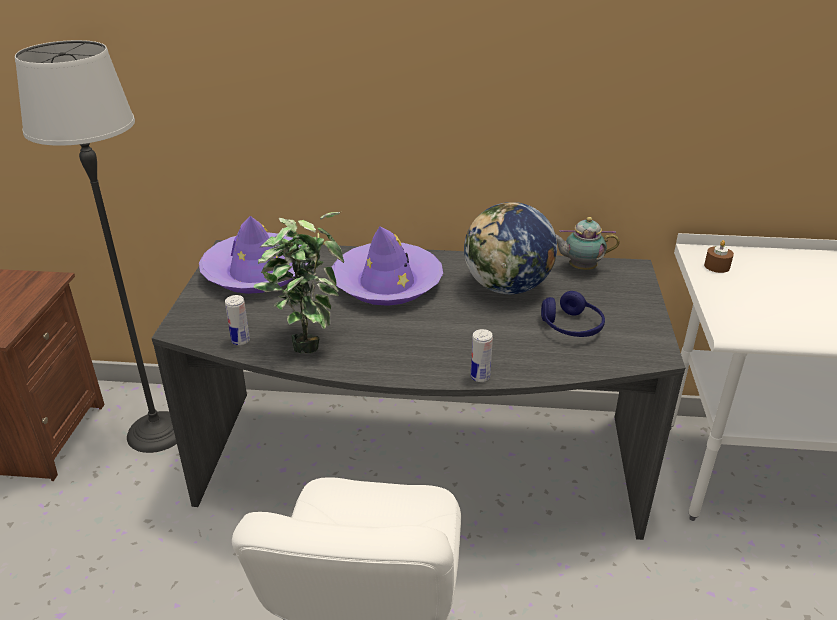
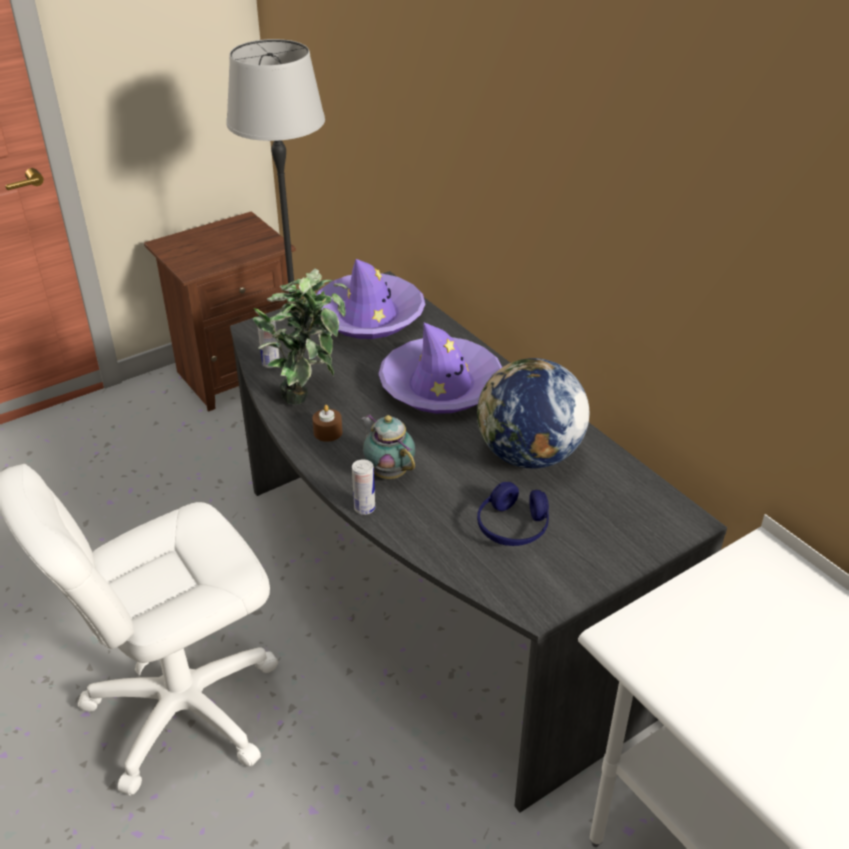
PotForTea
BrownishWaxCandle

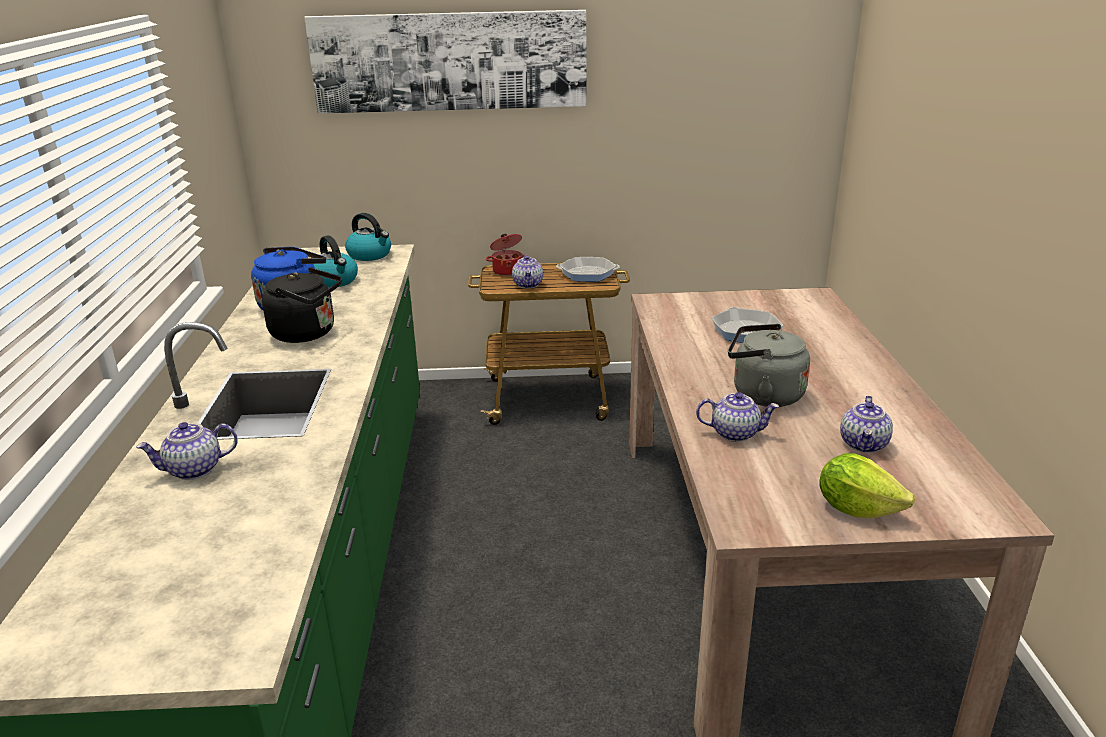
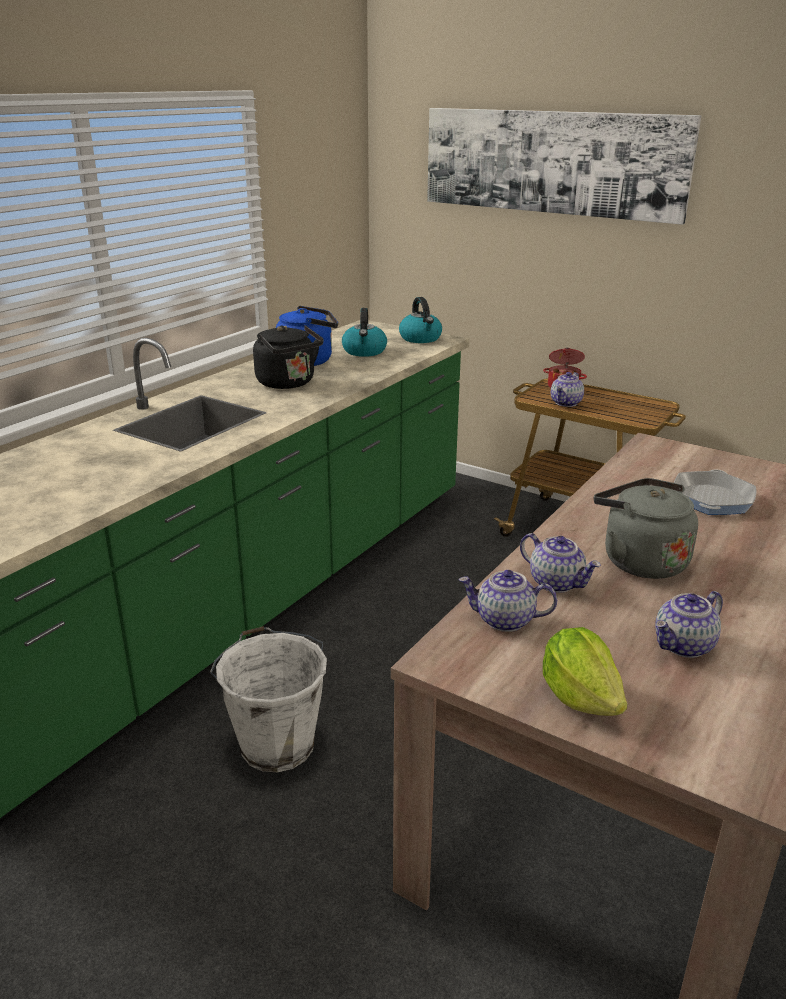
FryingPan (1st from left in the first image)
PotForTea (1st from left)
WhitishWaterBucket

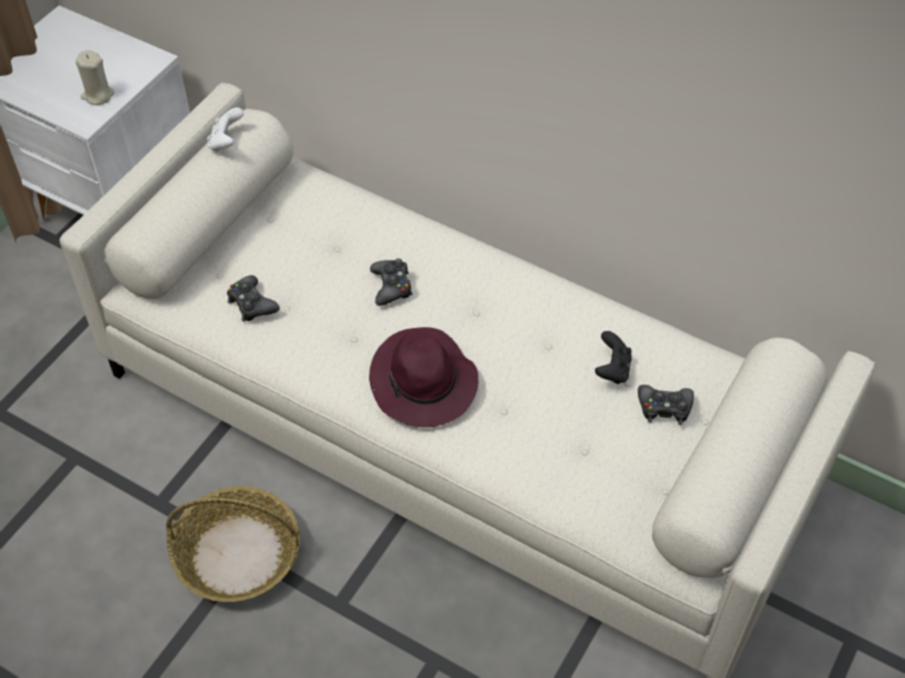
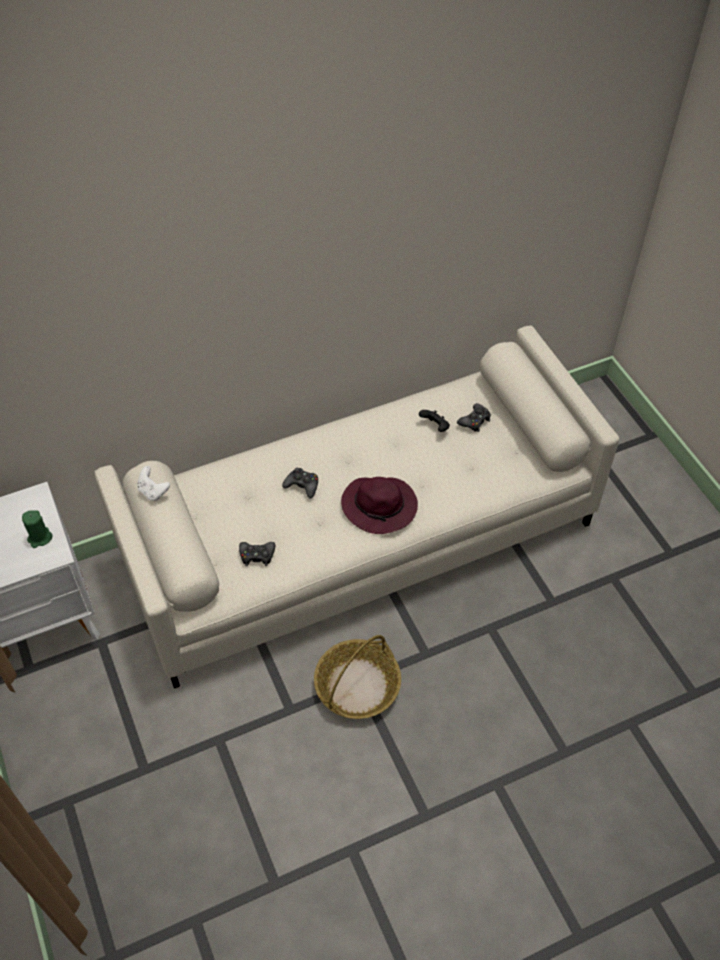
GreenWaxCandle

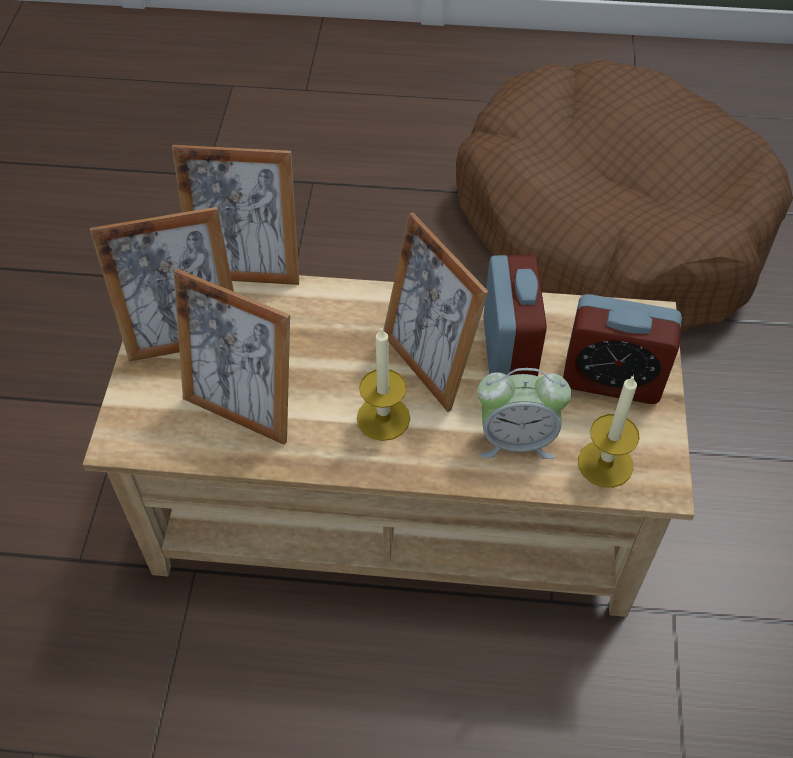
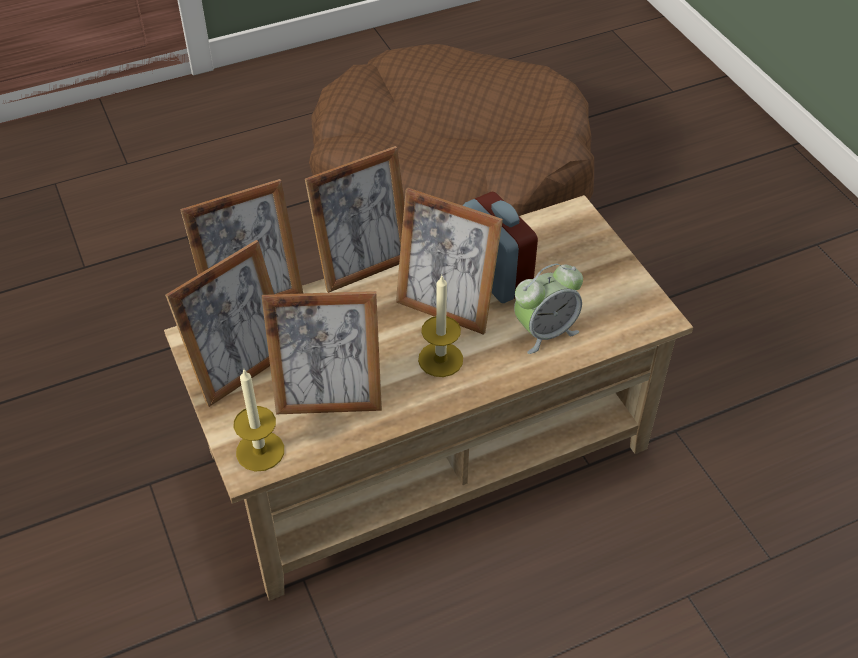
BedsideClock (3rd from left in the first image)
WaxCandle (1st from left)
PictureFrame (4th from left)

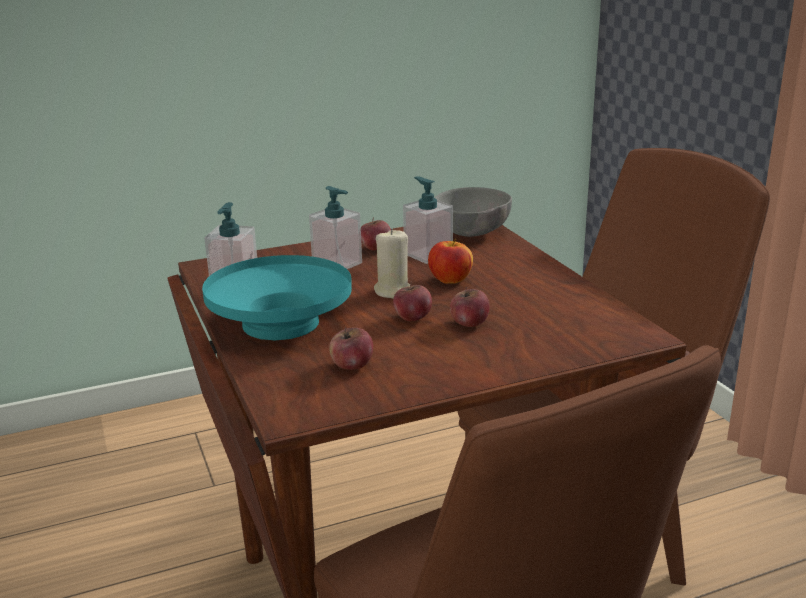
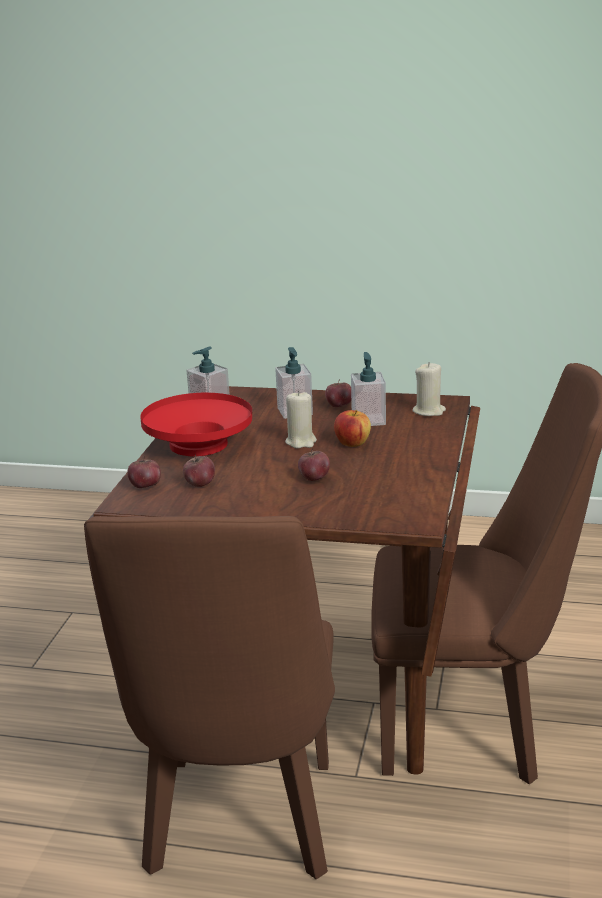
BeigeWaxCandle (2nd from left)
RedColouredDeepDish
Apple (1st from left)

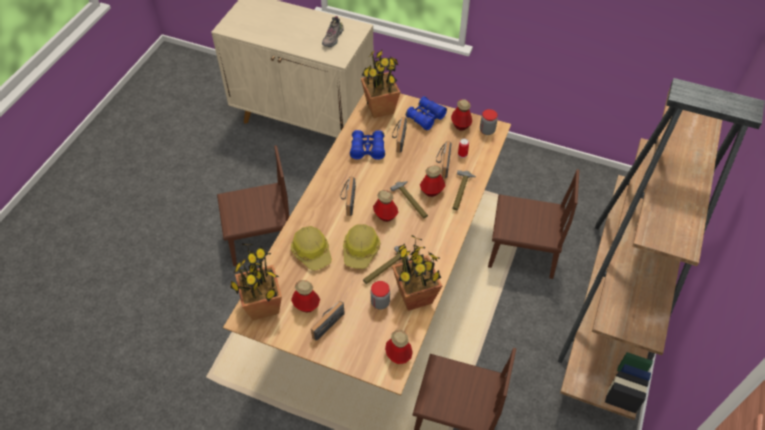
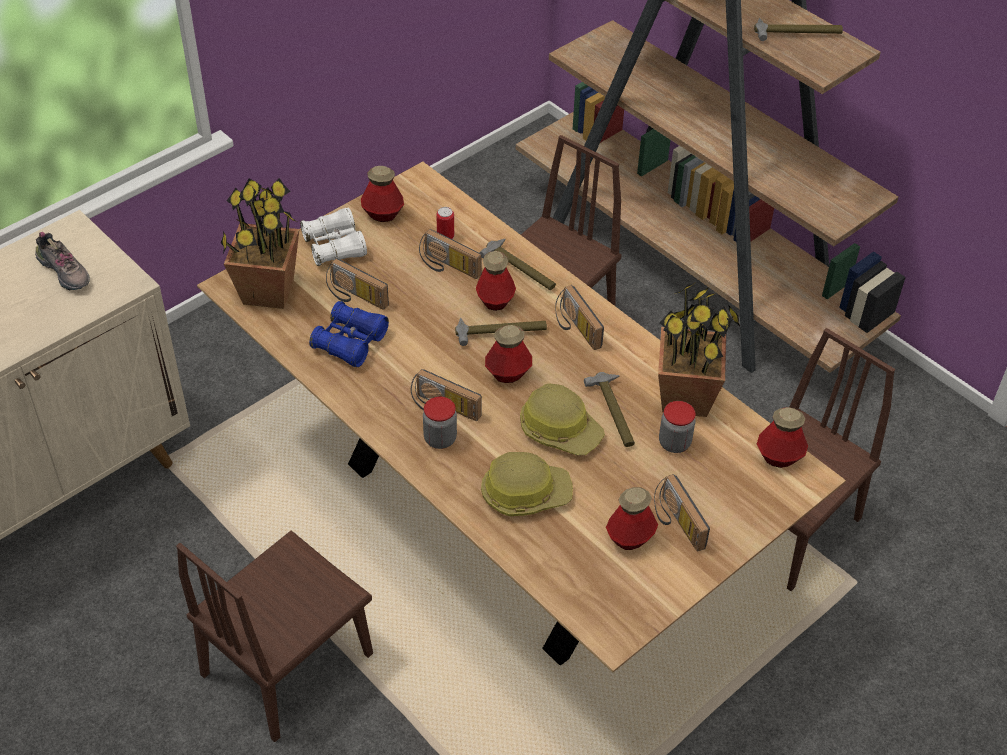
WhitishBinoculars
StorageJar (1st from left)
BrownishPlainChair (1st from left)
Houseplant (1st from left in the first image)
ToolHammer (4th from left)
Radio (4th from left)

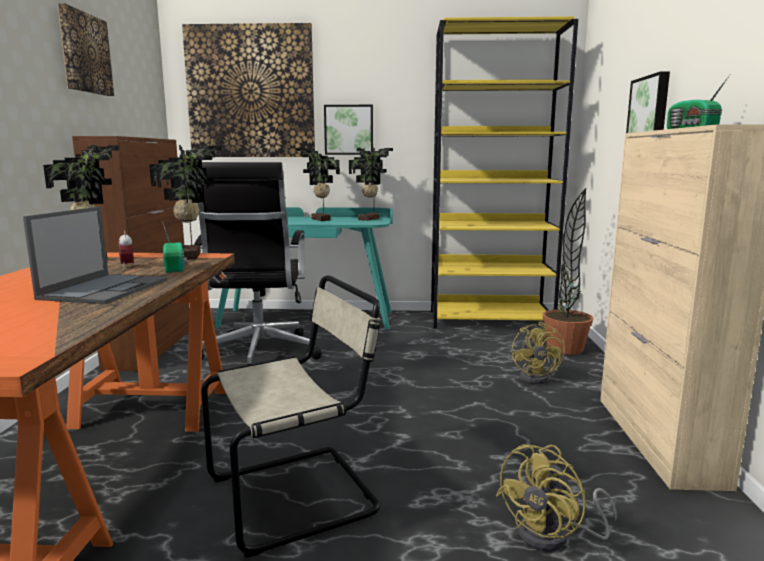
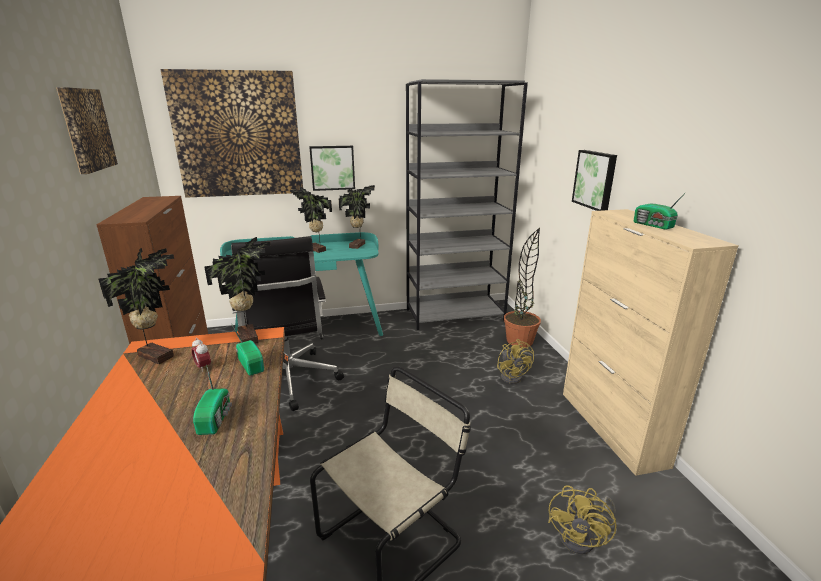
GrayBookcase
Radio (1st from left)

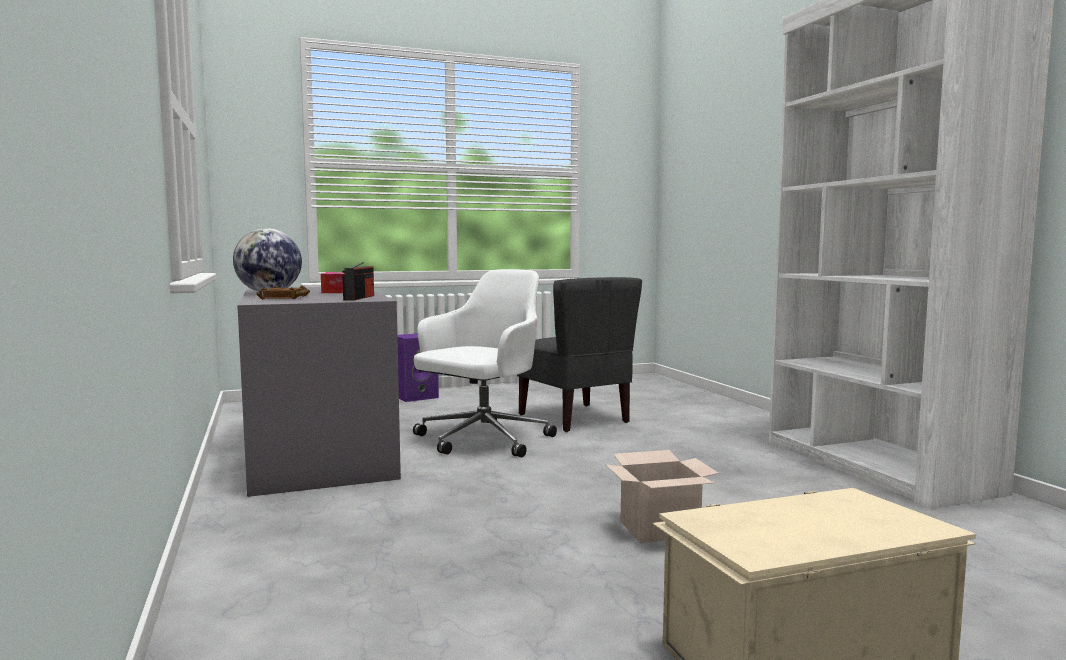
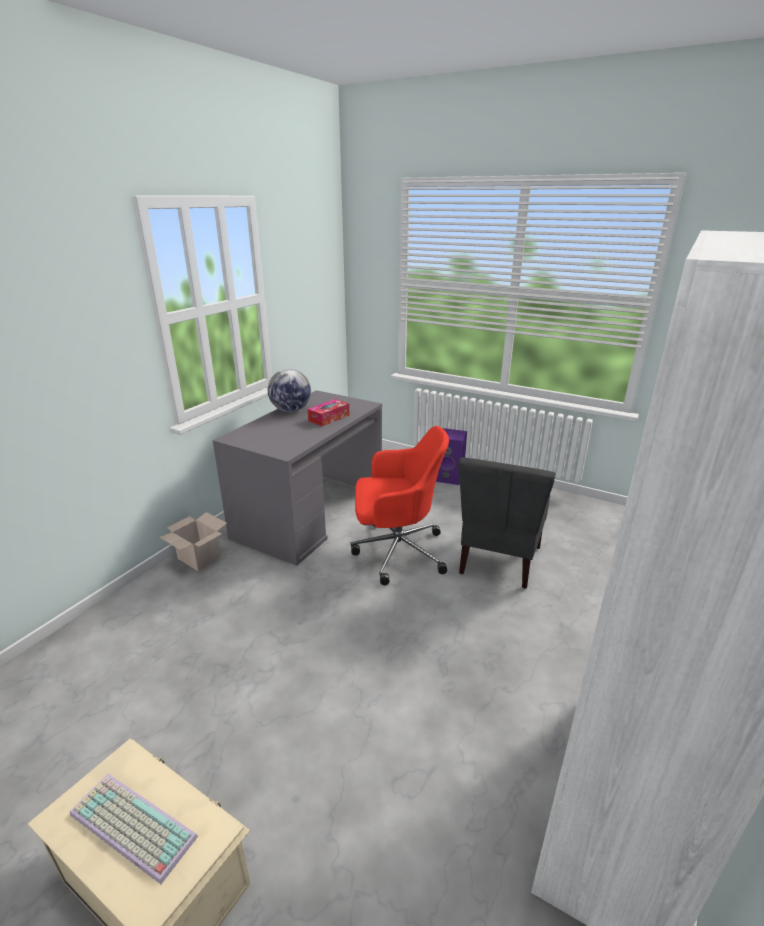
Radio
RedColouredOfficeChair
BrownishBoundBook
Carton
PcKeyboard

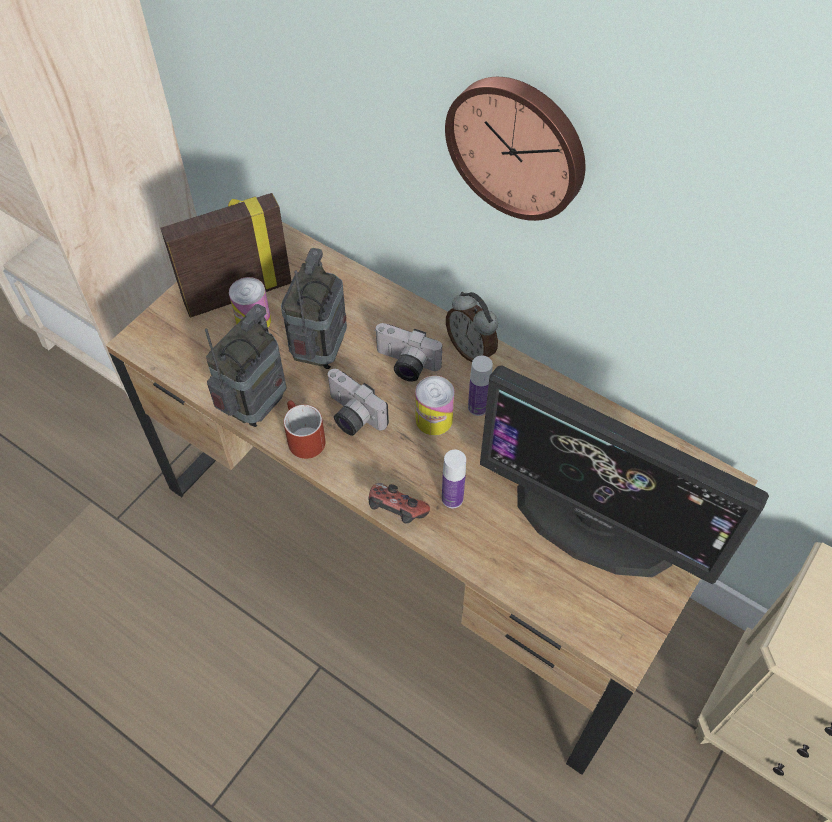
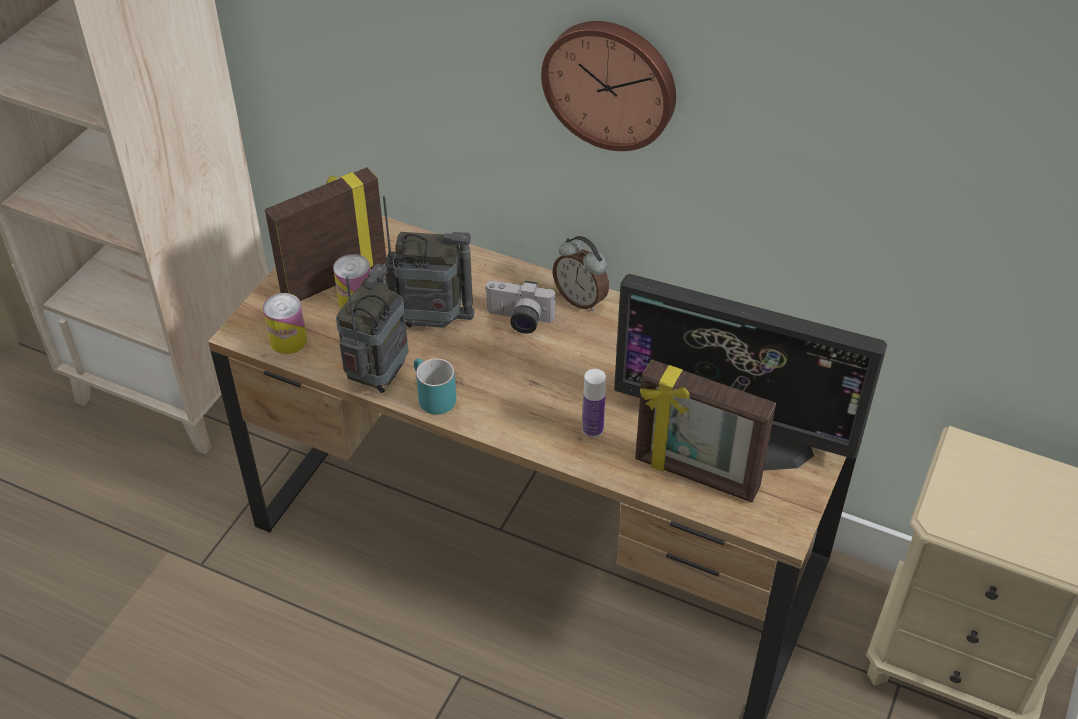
Radio (2nd from left)
Bottle (2nd from left in the first image)
StillCamera (1st from left in the first image)
SealedCan (1st from left)
TurquoiseColouredTeaMug
Gamepad
PictureFrame (2nd from left)

